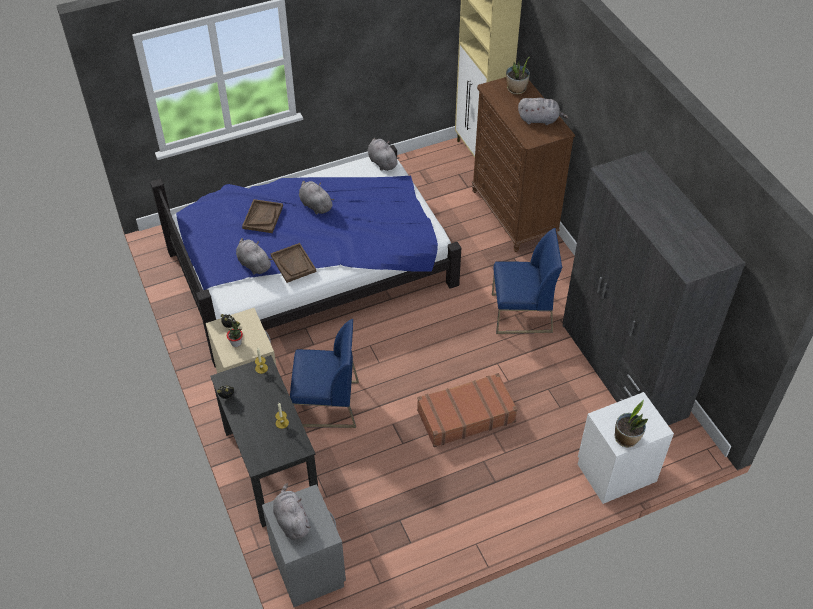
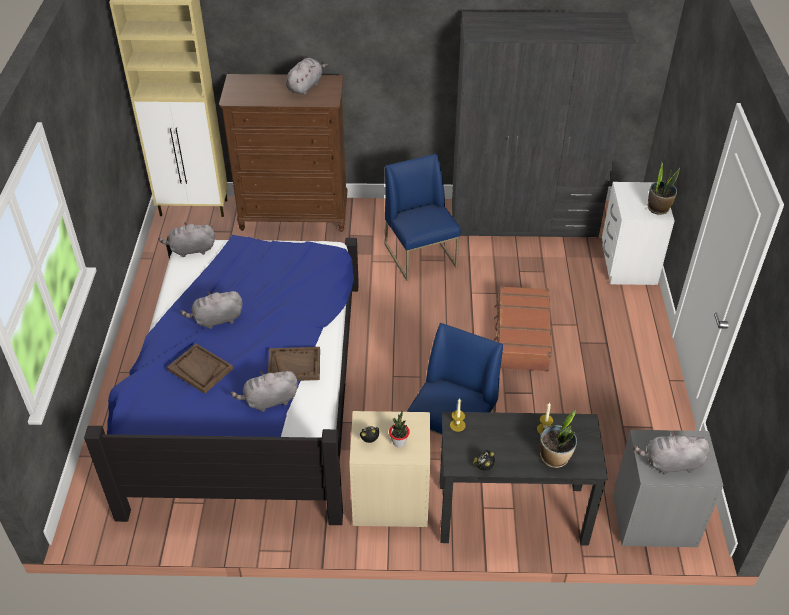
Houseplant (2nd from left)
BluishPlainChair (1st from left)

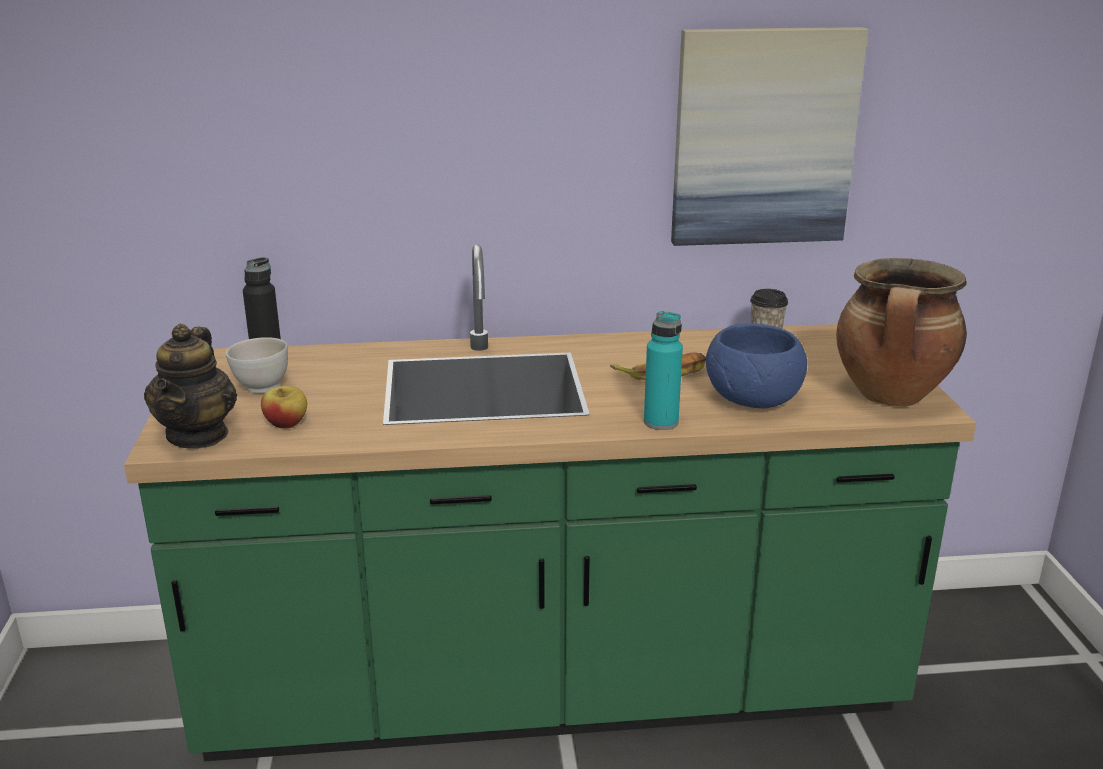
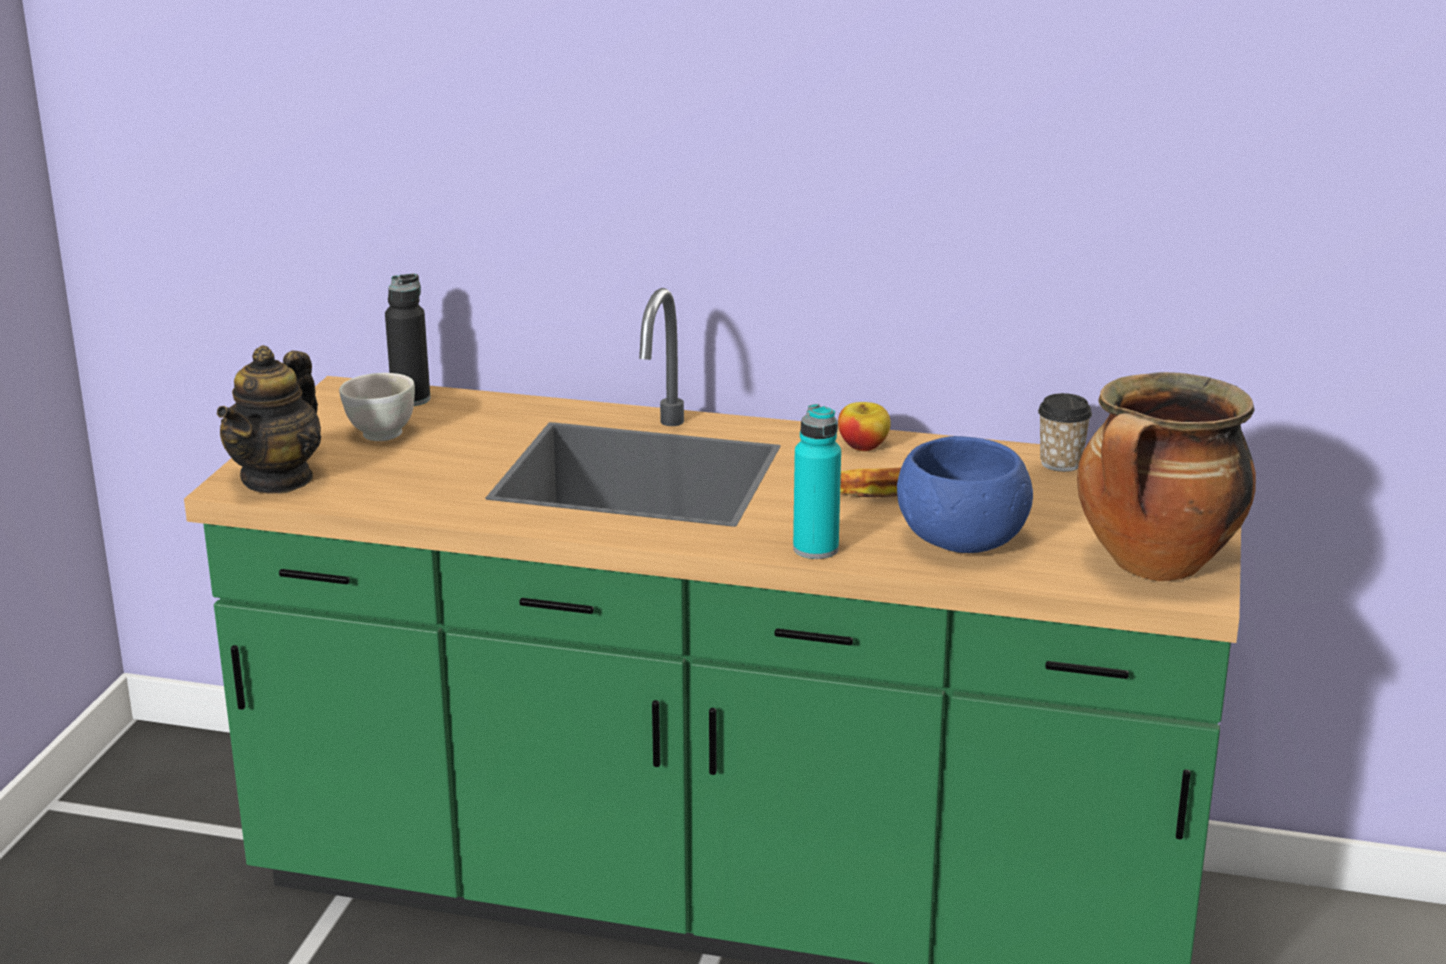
Picture
Apple

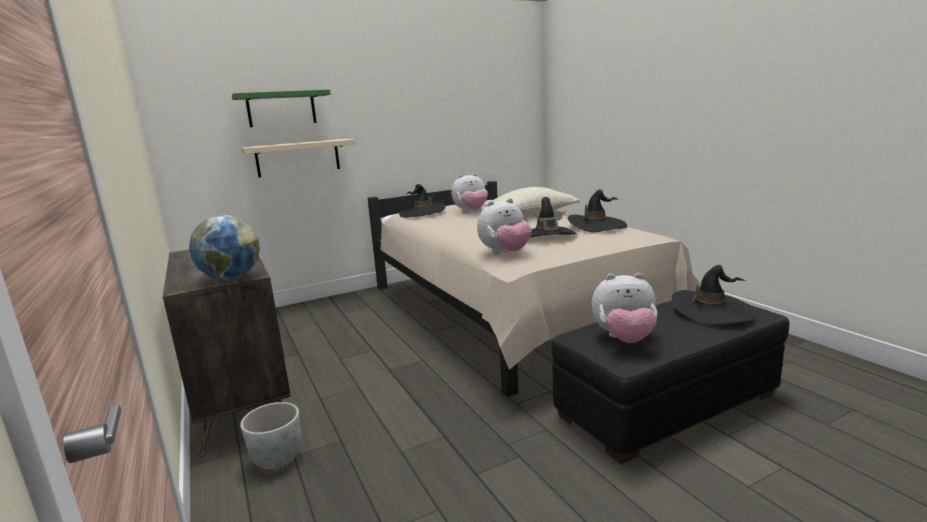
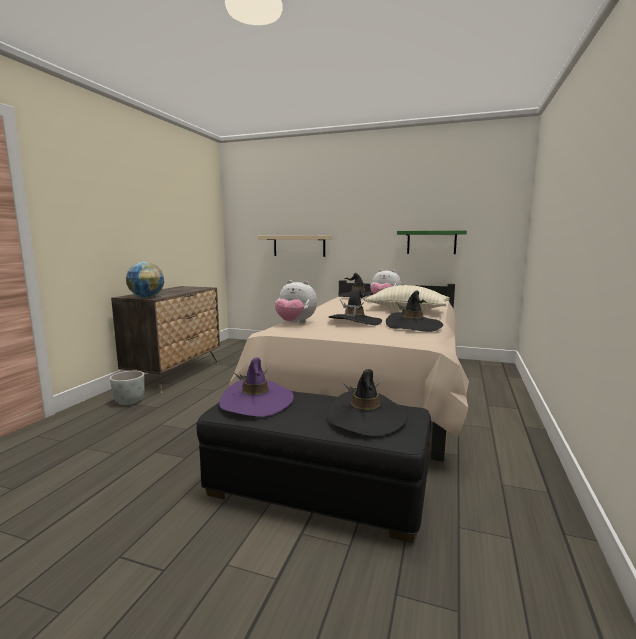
GreenWallShelf
PurpleColouredWearableHat

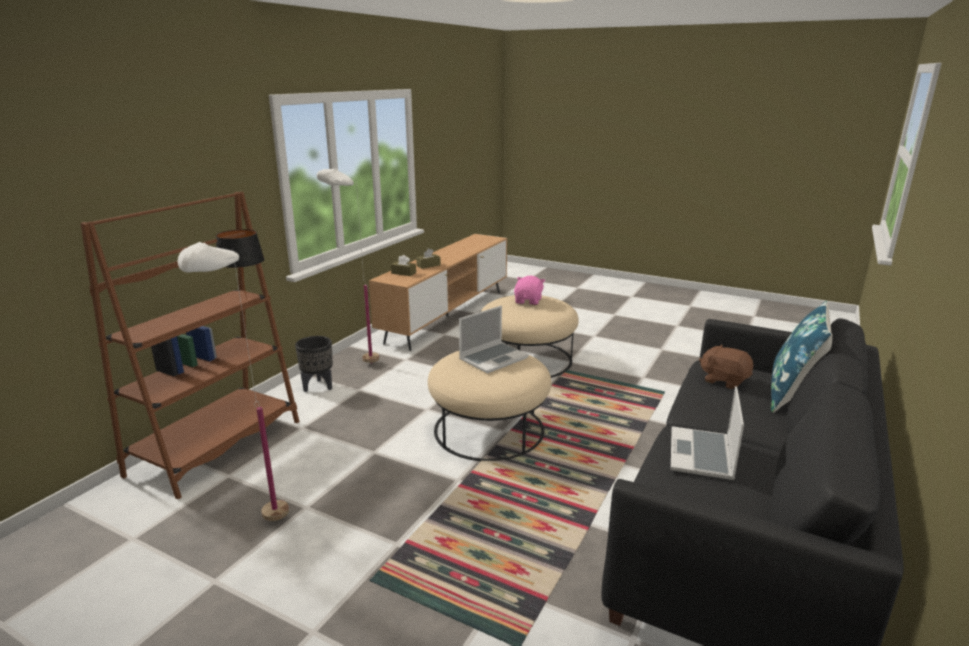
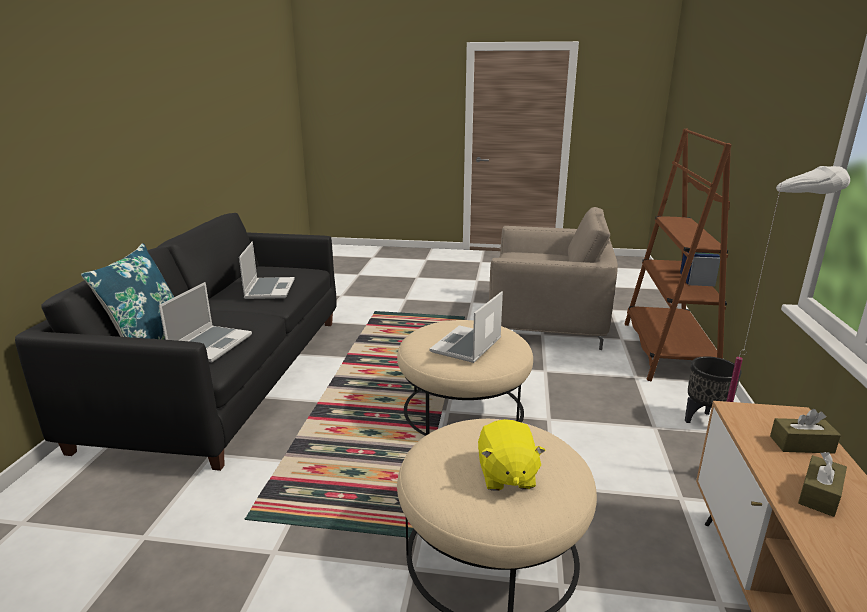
BlackColouredTabletopLamp
BeigeEasyChair
YellowColouredCuddlyToy
NotebookComputer (1st from left)

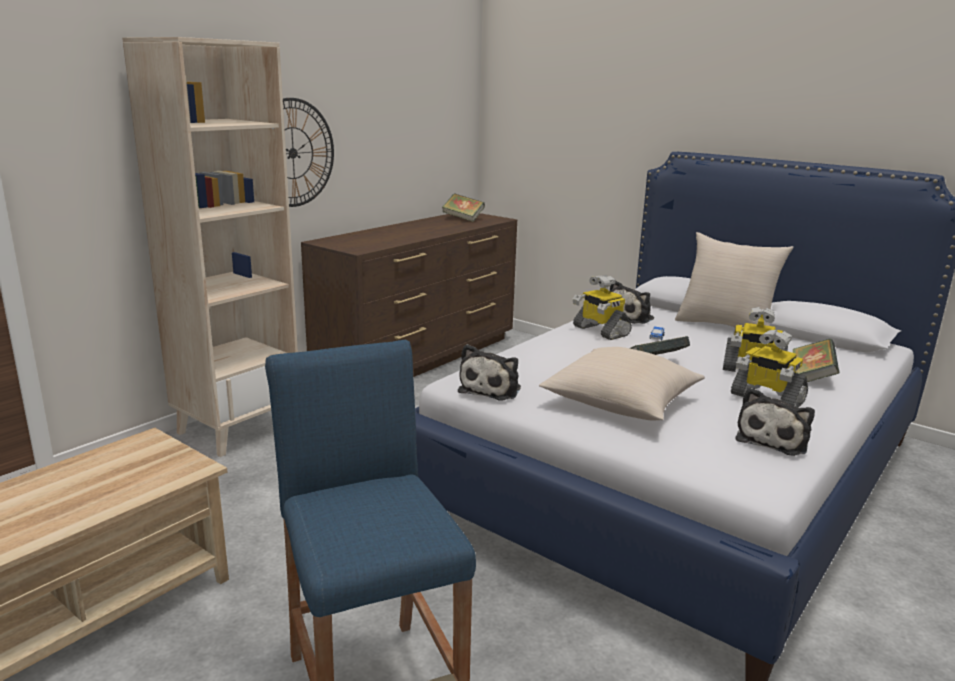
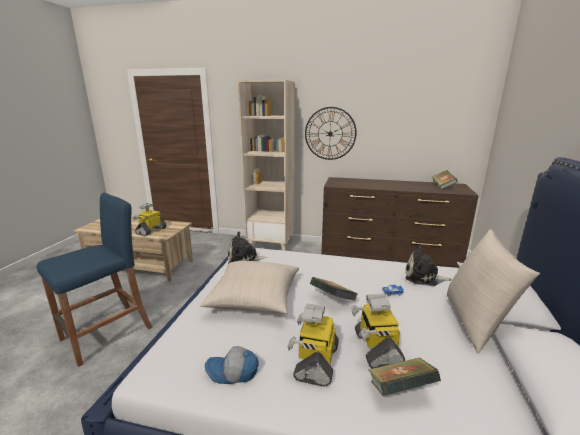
ToyRobot (1st from left)
PeakedCap

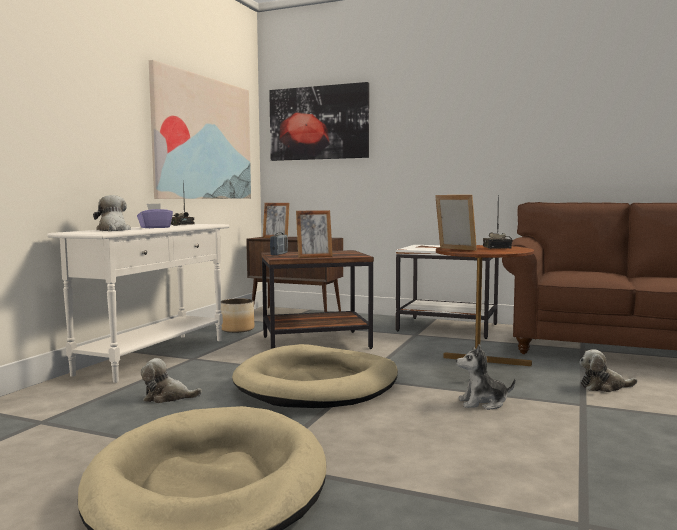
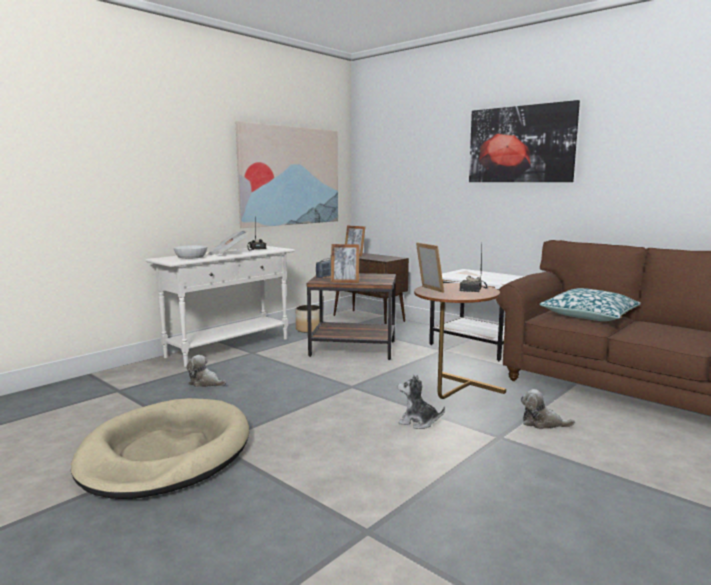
Picture (2nd from left)
WhitishDeepDish
DailyPaper
BeigePetBed (2nd from left in the first image)
Cushion

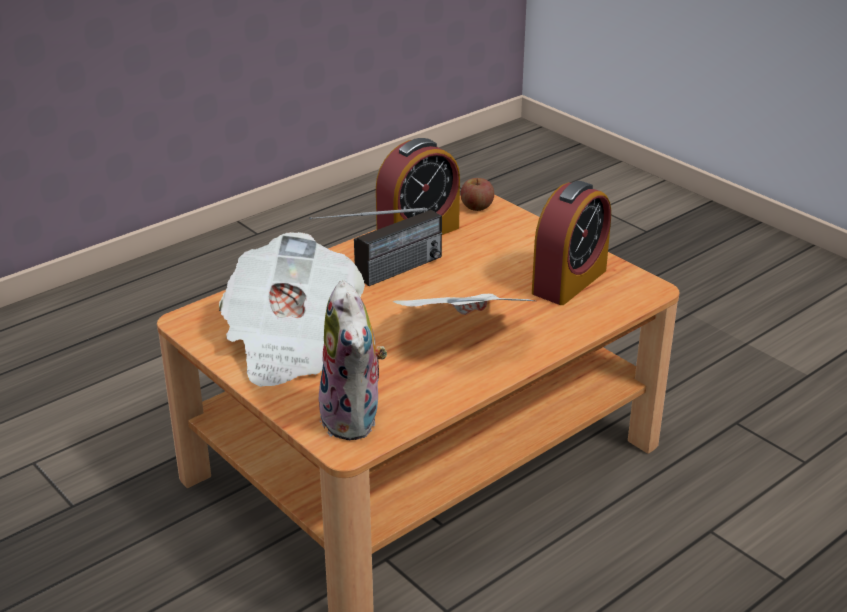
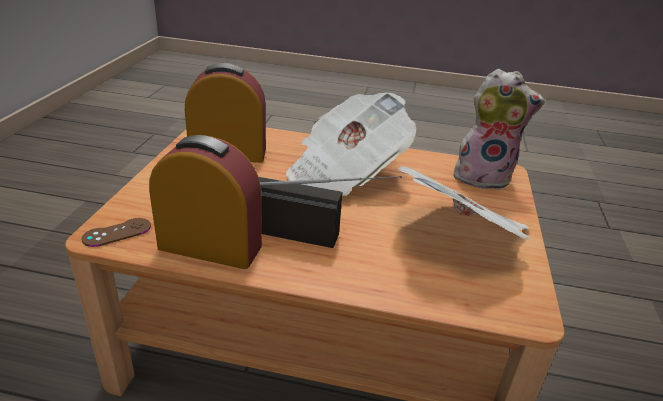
BrownishGamepad
CuddlyToy

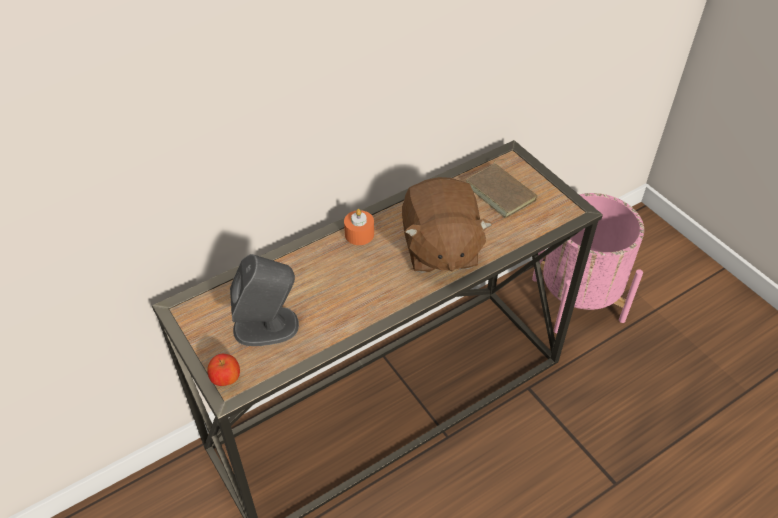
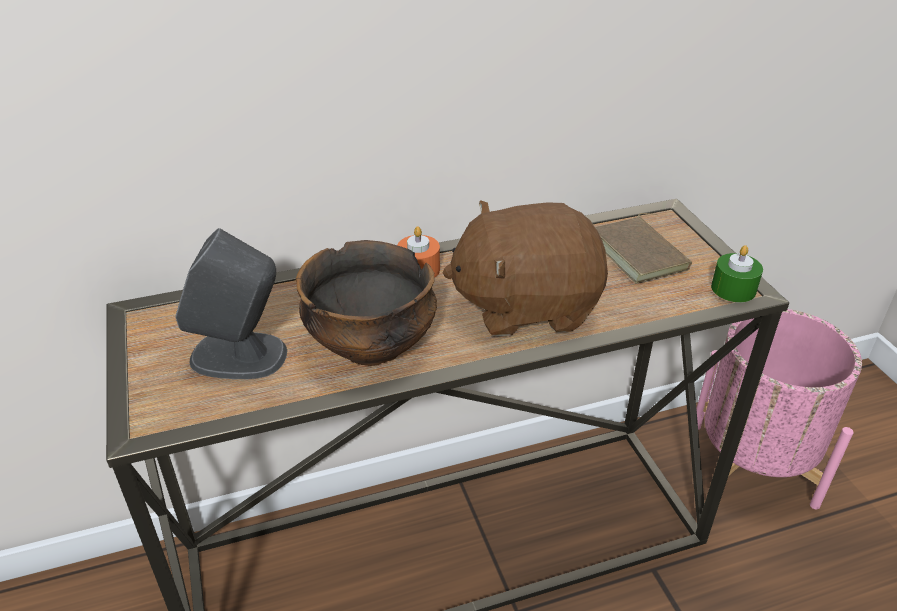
BrownishCuddlyToy
Apple
DeepDish
GreenWaxCandle

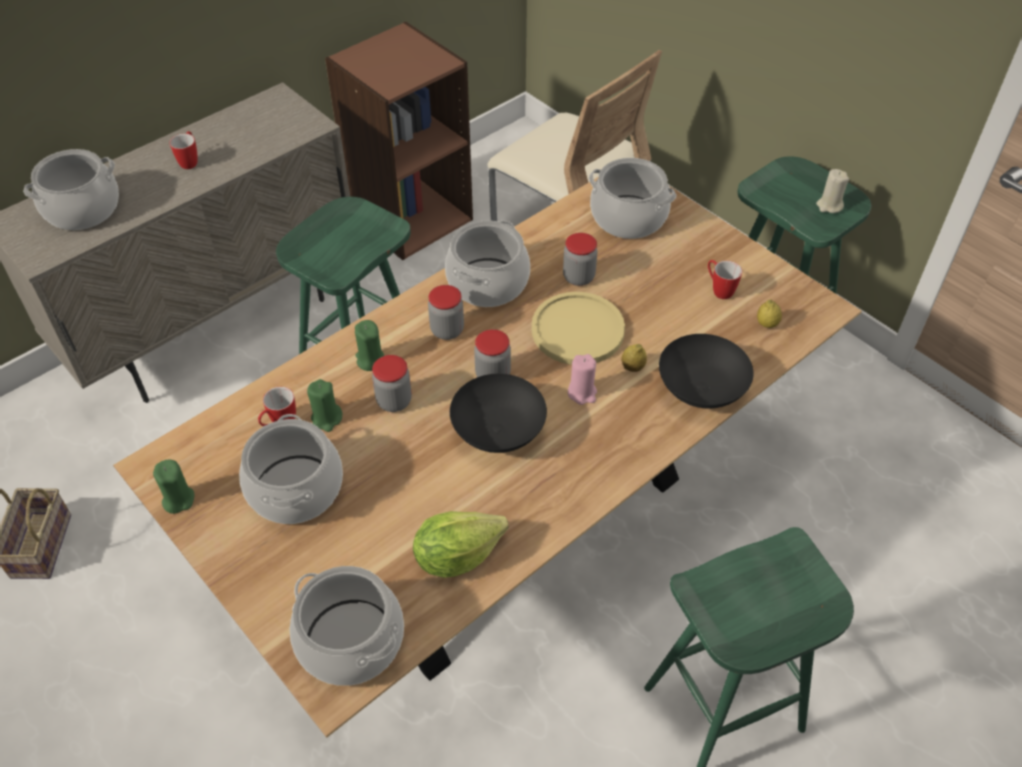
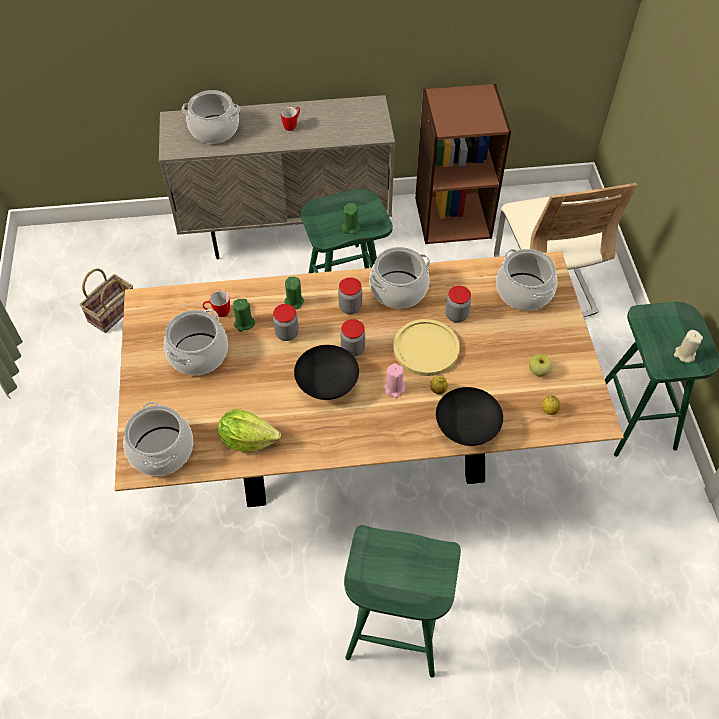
Apple
GreenWaxCandle (3rd from left)

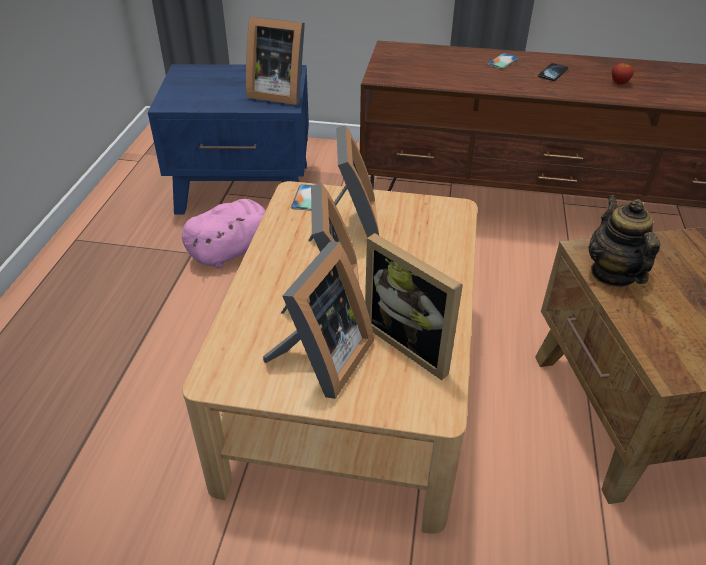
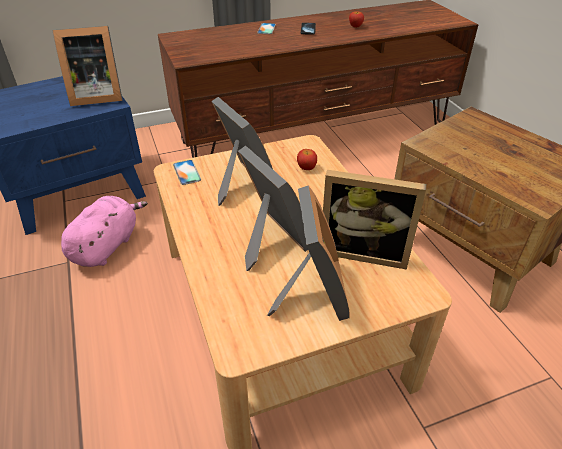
PotForTea
Apple (1st from left)

